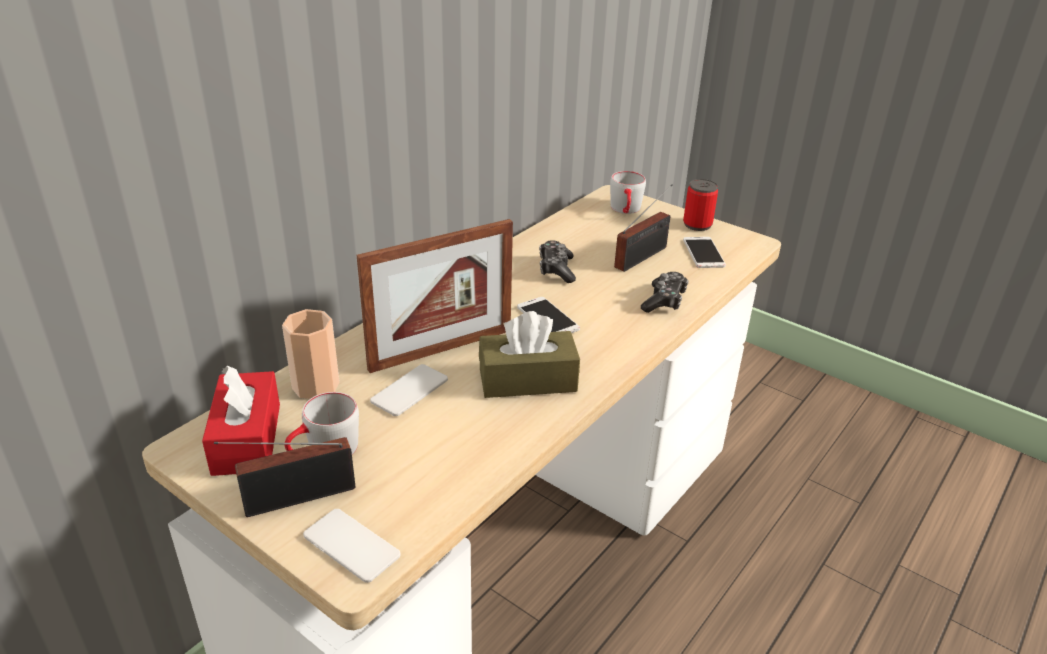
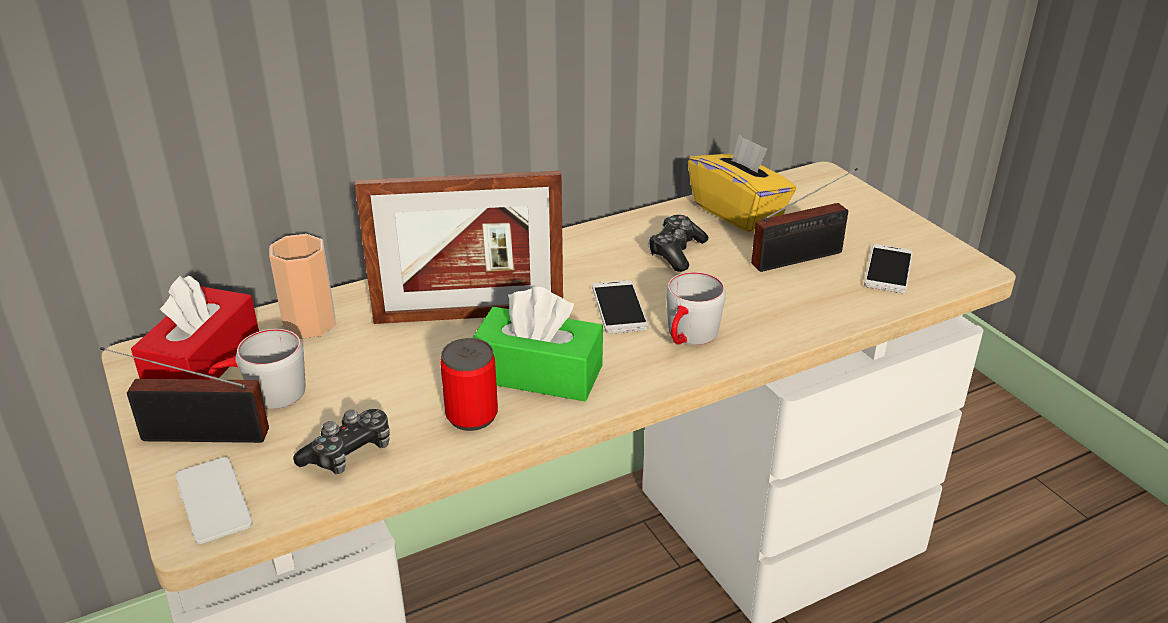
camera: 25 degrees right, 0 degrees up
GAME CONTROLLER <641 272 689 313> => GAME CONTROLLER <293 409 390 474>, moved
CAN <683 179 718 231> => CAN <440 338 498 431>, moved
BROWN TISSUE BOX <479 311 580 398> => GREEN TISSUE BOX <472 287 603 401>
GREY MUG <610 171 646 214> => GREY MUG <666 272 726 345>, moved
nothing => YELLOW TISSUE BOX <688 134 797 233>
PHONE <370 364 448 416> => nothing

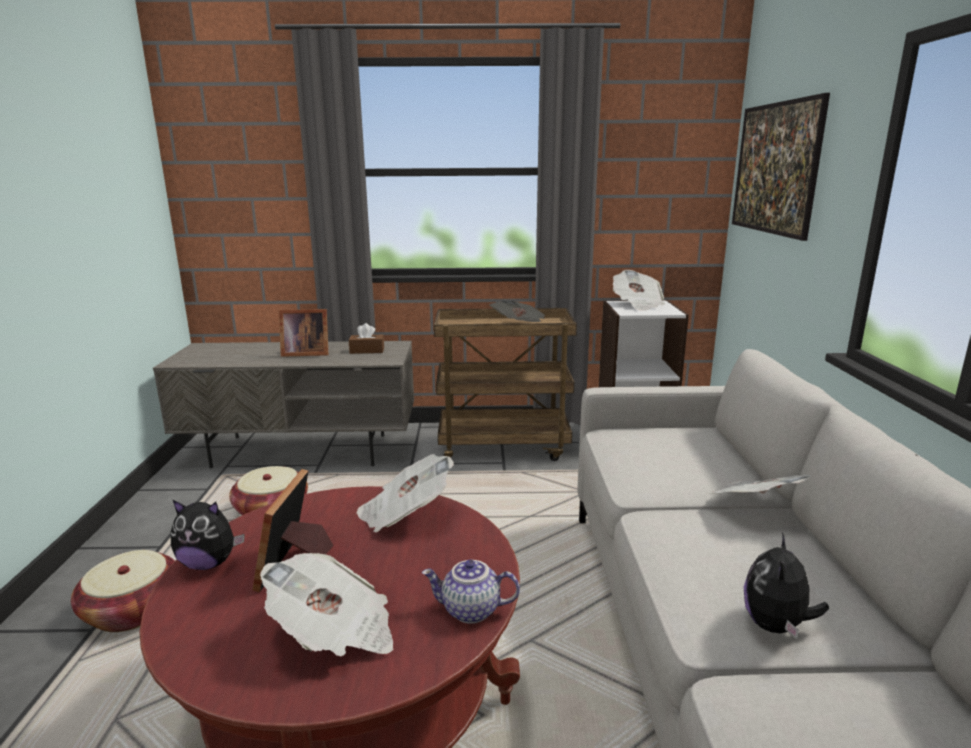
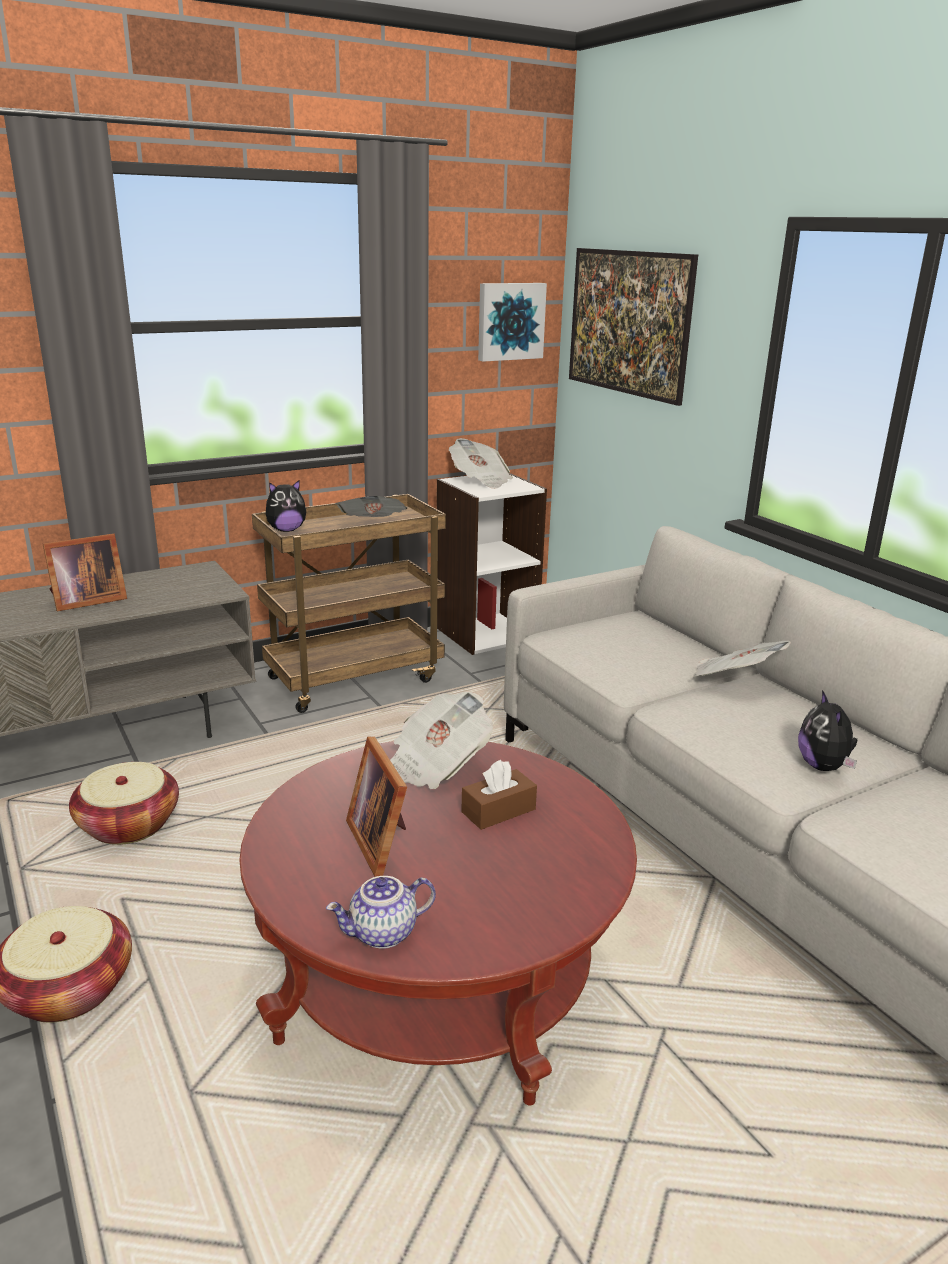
camera: 30 degrees left, 5 degrees up
PLUSH TOY <171 500 245 570> => PLUSH TOY <266 480 306 532>, moved
TEAPOT <422 560 520 624> => TEAPOT <326 876 436 949>, moved
BROWN TISSUE BOX <349 323 384 354> => BROWN TISSUE BOX <461 760 537 830>, moved
nothing => PICTURE <478 283 547 362>
NEWSPAPER <260 553 394 657> => nothing

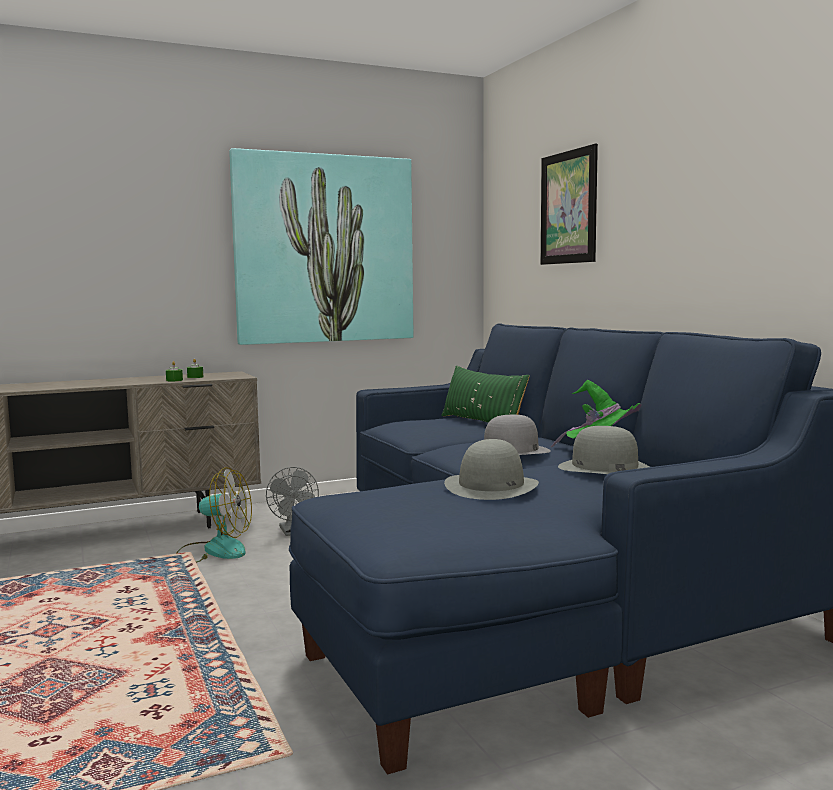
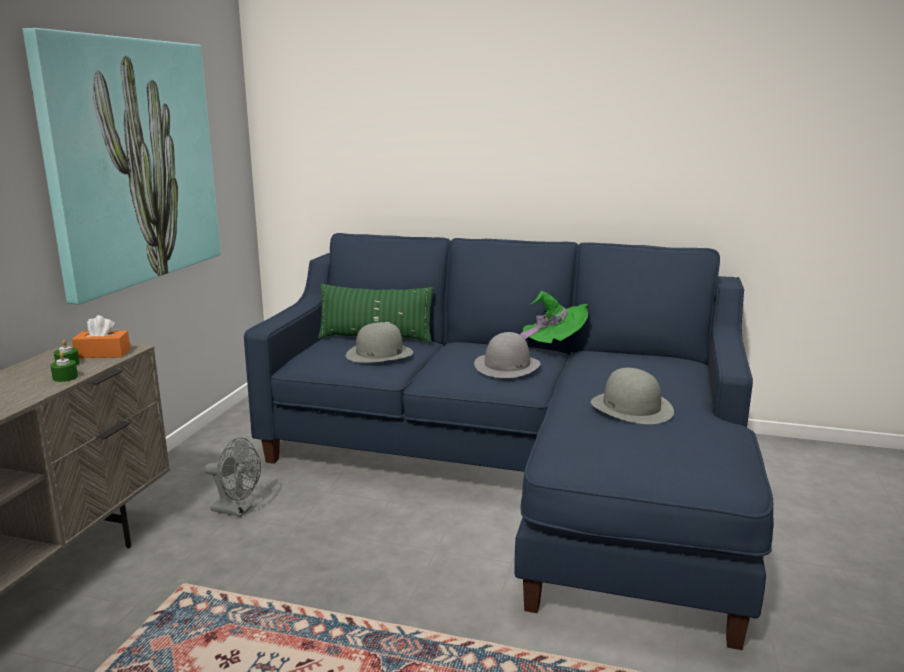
camera: 50 degrees left, 10 degrees up
nothing => ORANGE TISSUE BOX <72 315 130 358>
GREY HAT <558 426 649 474> => GREY HAT <346 322 413 363>, moved
FAN <176 467 252 563> => nothing
PICTURE <541 143 598 265> => nothing

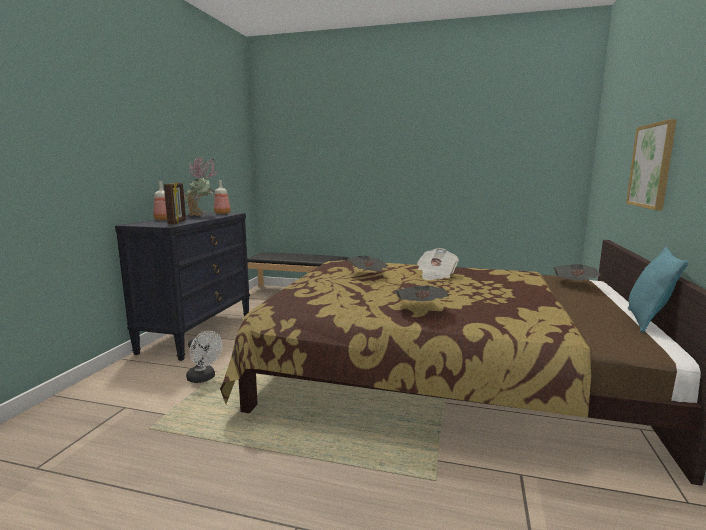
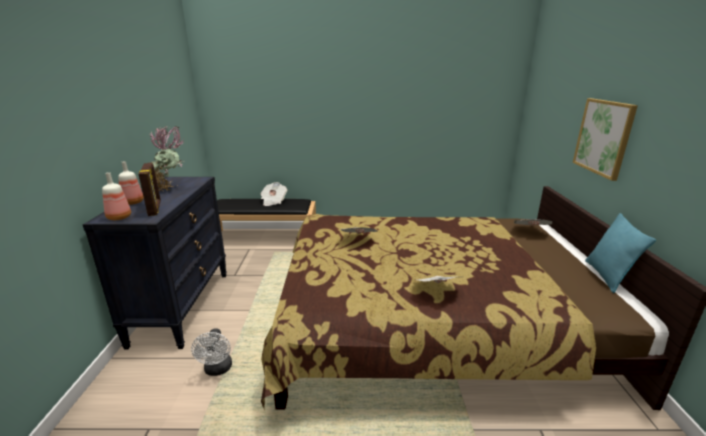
camera: 15 degrees left, 10 degrees up
BOTTLE <214 180 231 214> => BOTTLE <102 172 131 220>, moved
WHITE FAN <186 331 222 383> => WHITE FAN <191 328 232 376>, 60 degrees clockwise
NEWSPAPER <417 248 459 280> => NEWSPAPER <261 182 287 206>, moved

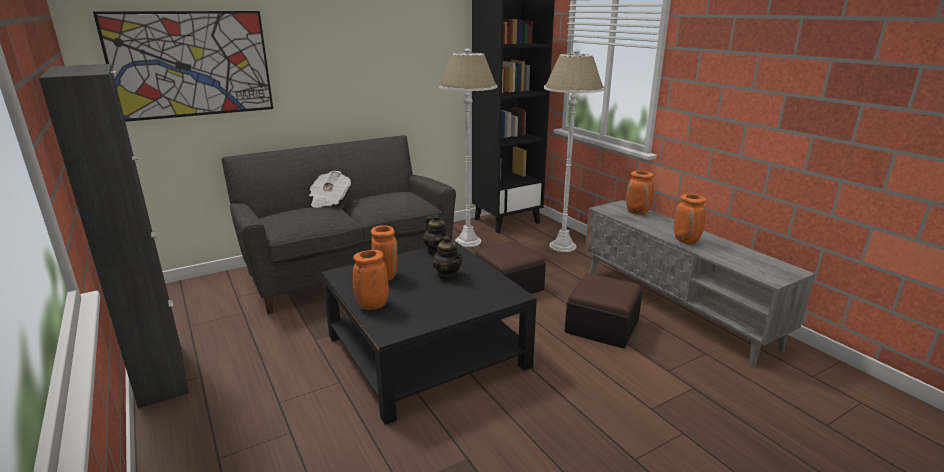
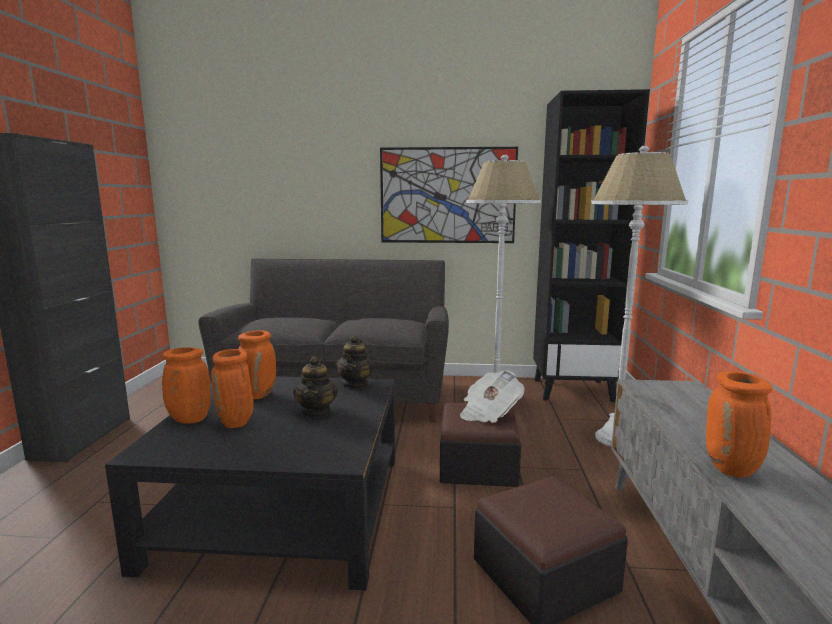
camera: 35 degrees right, 10 degrees down
ORANGE VASE <626 171 654 215> => ORANGE VASE <211 349 254 428>, moved
PICTURE <93 11 273 122> => PICTURE <380 147 518 243>, moved
NEWSPAPER <309 171 351 208> => NEWSPAPER <460 371 524 423>, moved

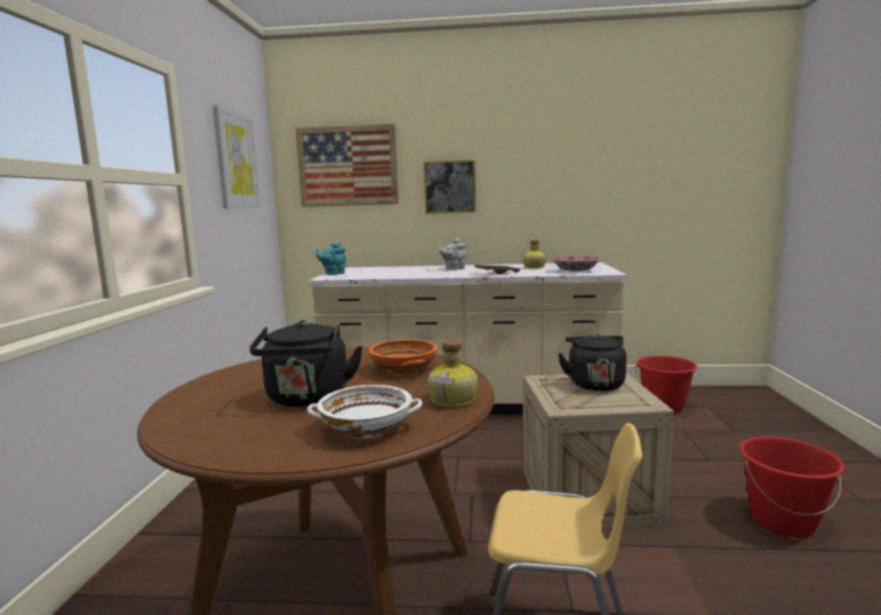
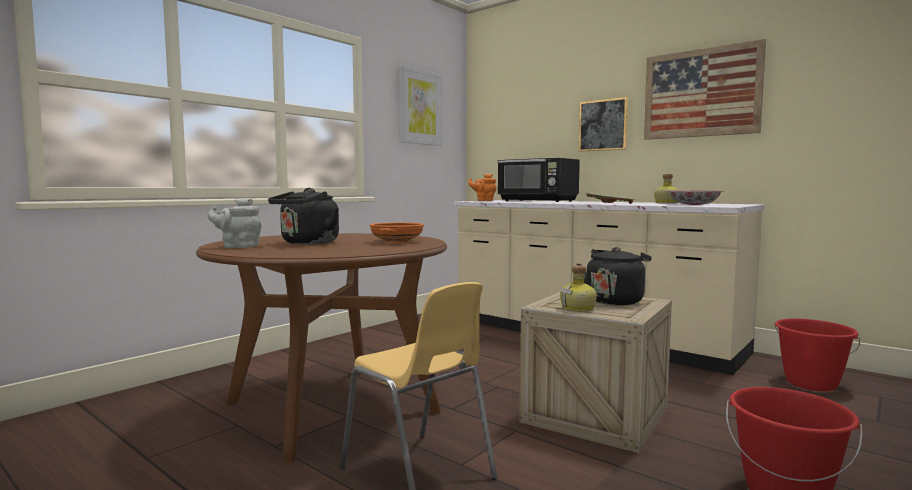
camera: 35 degrees right, 5 degrees down
GREY TEAPOT <439 238 467 270> => GREY TEAPOT <207 198 261 248>, moved
TURQUOISE TEAPOT <316 243 346 275> => ORANGE TEAPOT <468 174 496 201>
nothing => BLACK MICROWAVE <497 158 580 202>
BOTTLE <428 339 478 407> => BOTTLE <560 265 597 312>, moved
PICTURE <296 123 399 207> => PICTURE <644 39 766 140>, moved
WHITE BOWL <307 385 423 438> => nothing

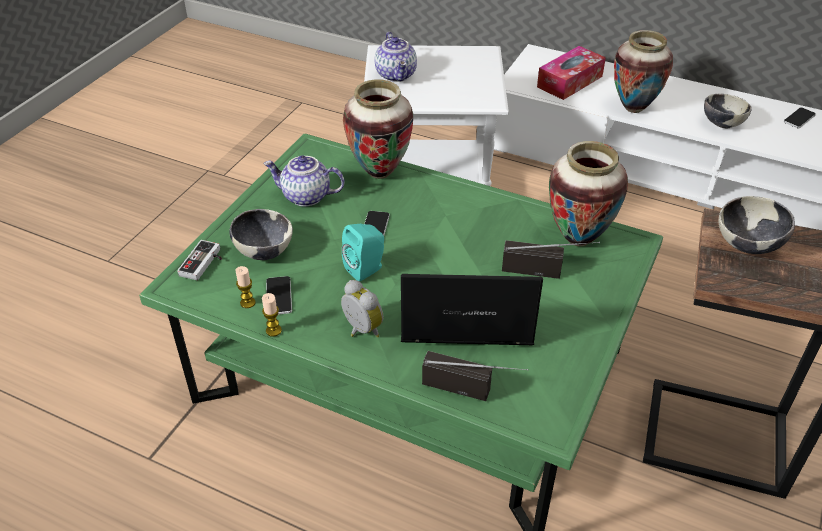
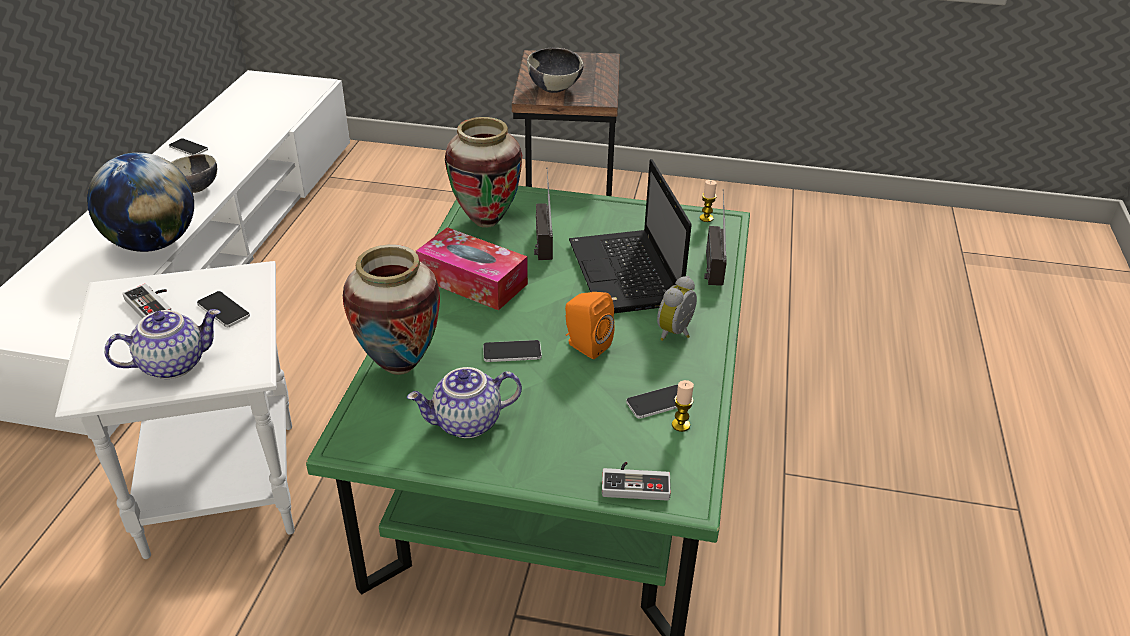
camera: 105 degrees left, 5 degrees down
VASE <614 30 673 113> => GLOBE <87 152 194 252>
nothing => GAME CONTROLLER <122 284 171 318>
nothing => PHONE <197 291 250 327>
TEAPOT <263 155 345 207> => TEAPOT <407 367 522 438>, 75 degrees clockwise
TISSUE BOX <537 46 606 100> => TISSUE BOX <416 227 528 311>, moved
TURQUOISE SPEAKER <342 224 384 282> => ORANGE SPEAKER <565 292 615 359>
CANDLE <262 293 282 337> => CANDLE <700 180 717 222>, moved
BOWL <229 209 293 260> => nothing

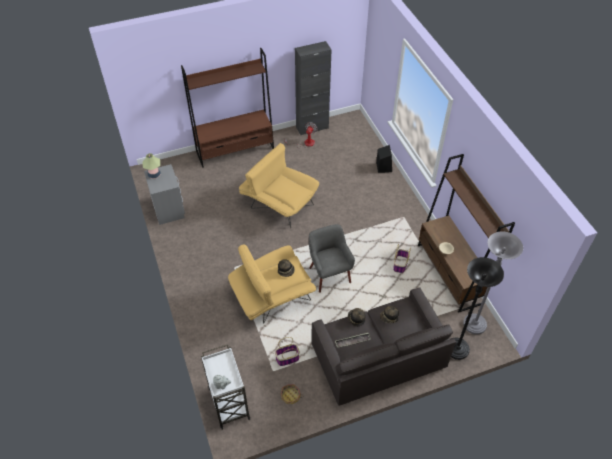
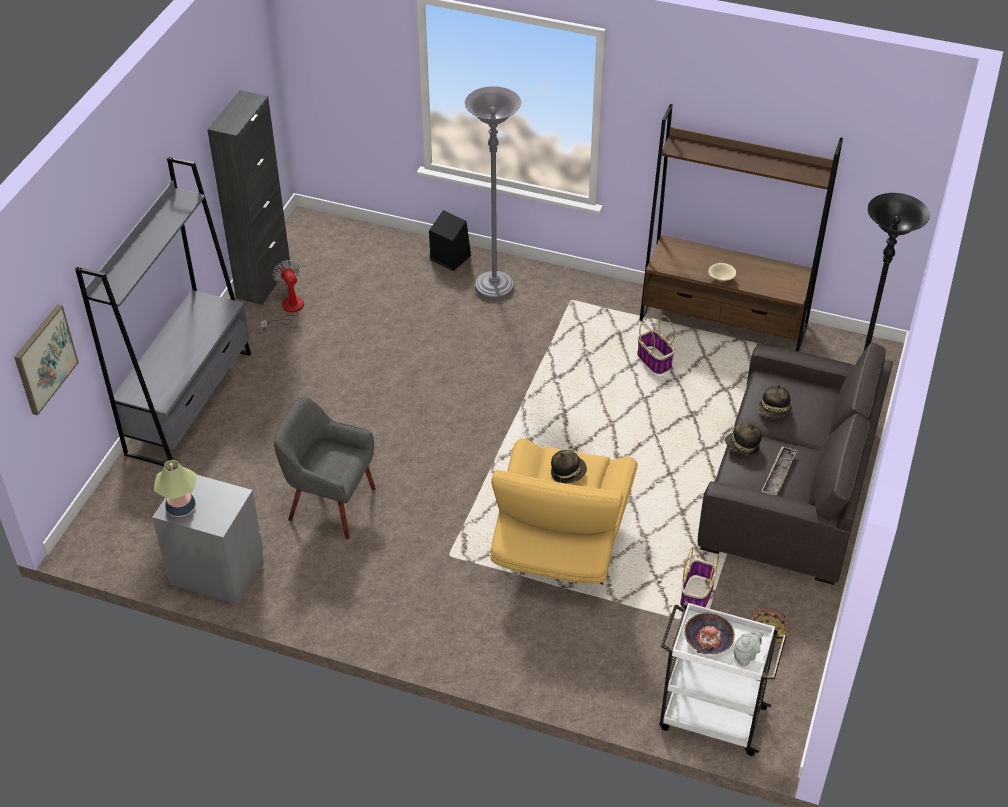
camera: 50 degrees left, 5 degrees down
nothing => PICTURE <14 304 79 416>
BROWN BOOKCASE <181 48 274 168> => GREY BOOKCASE <75 157 251 469>
GREY ARMCHAIR <309 224 355 293> => GREY ARMCHAIR <274 397 376 539>, moved
GREY FLOOR LAMP <463 232 523 335> => GREY FLOOR LAMP <465 86 521 300>, moved
nothing => BOWL <684 613 735 655>
YELLOW ARMCHAIR <239 143 319 228> => nothing

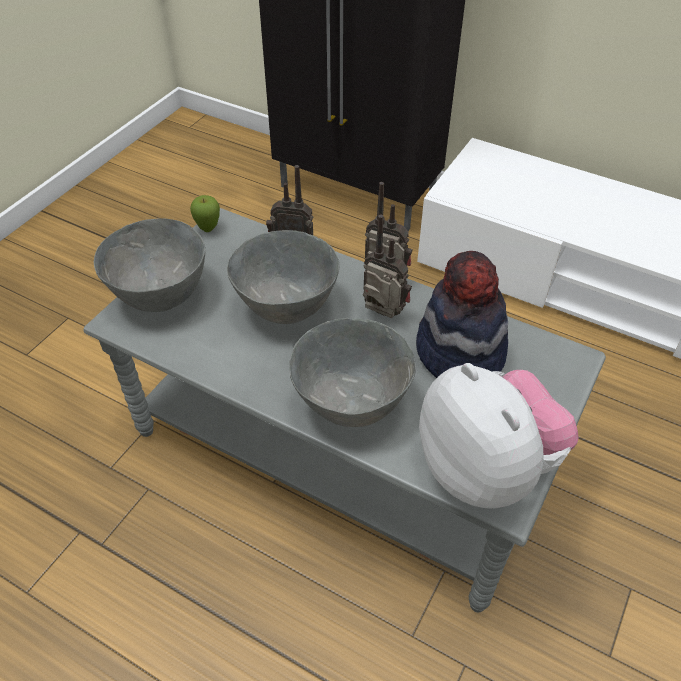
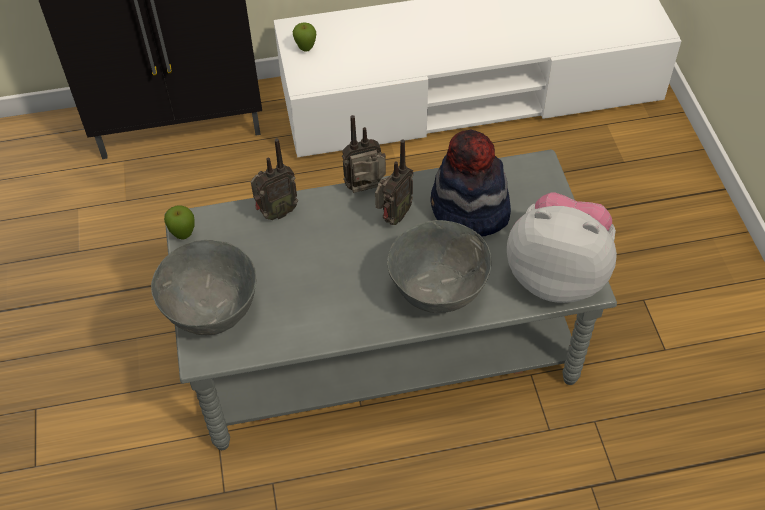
camera: 40 degrees left, 5 degrees up
nothing => APPLE <293 23 316 52>
RADIO <363 214 412 318> => RADIO <375 139 413 225>, 135 degrees clockwise
GREY BOWL <227 230 339 324> => nothing

